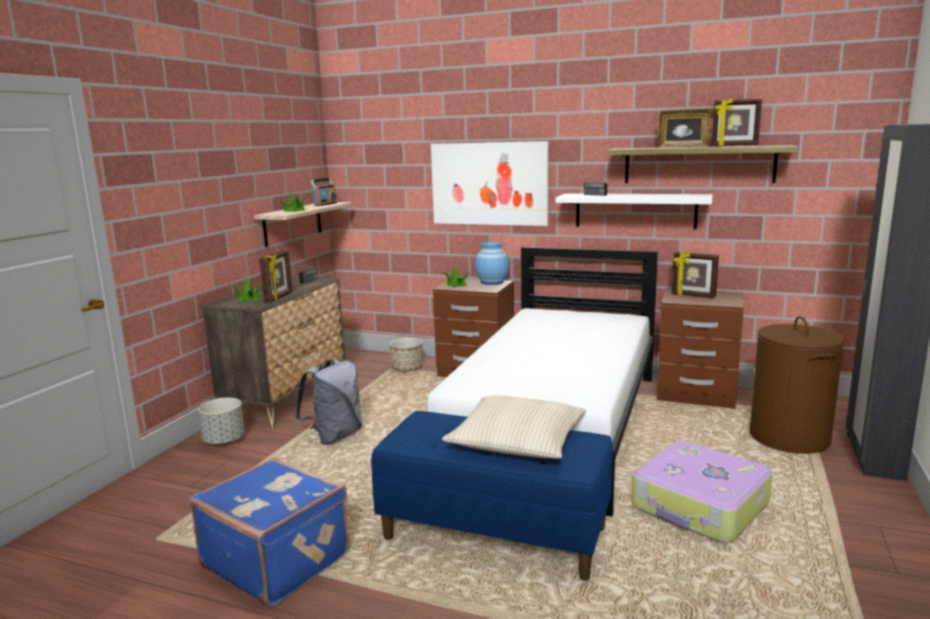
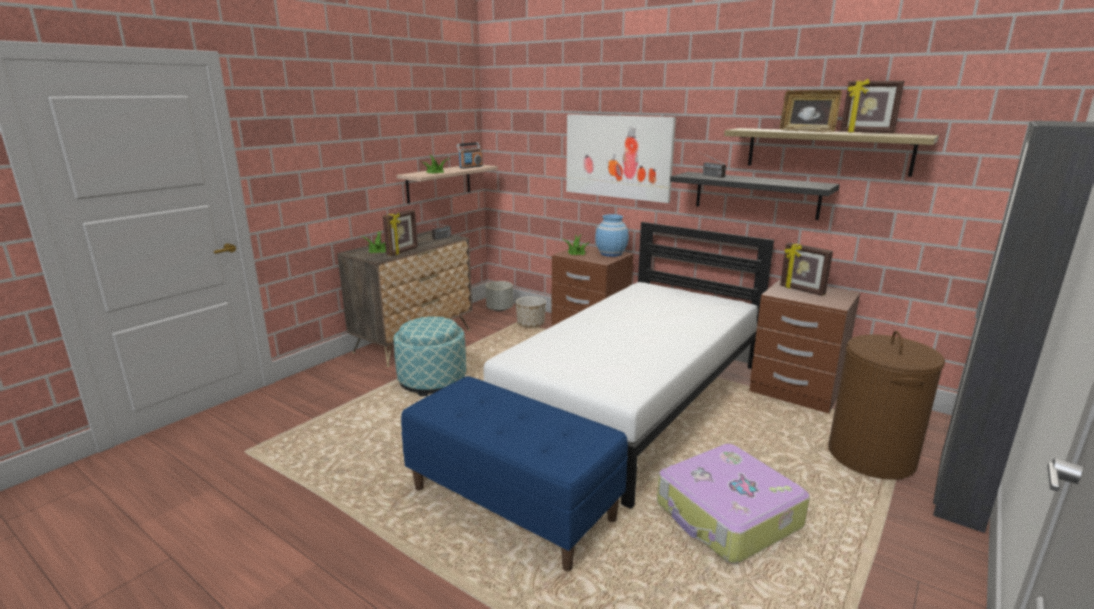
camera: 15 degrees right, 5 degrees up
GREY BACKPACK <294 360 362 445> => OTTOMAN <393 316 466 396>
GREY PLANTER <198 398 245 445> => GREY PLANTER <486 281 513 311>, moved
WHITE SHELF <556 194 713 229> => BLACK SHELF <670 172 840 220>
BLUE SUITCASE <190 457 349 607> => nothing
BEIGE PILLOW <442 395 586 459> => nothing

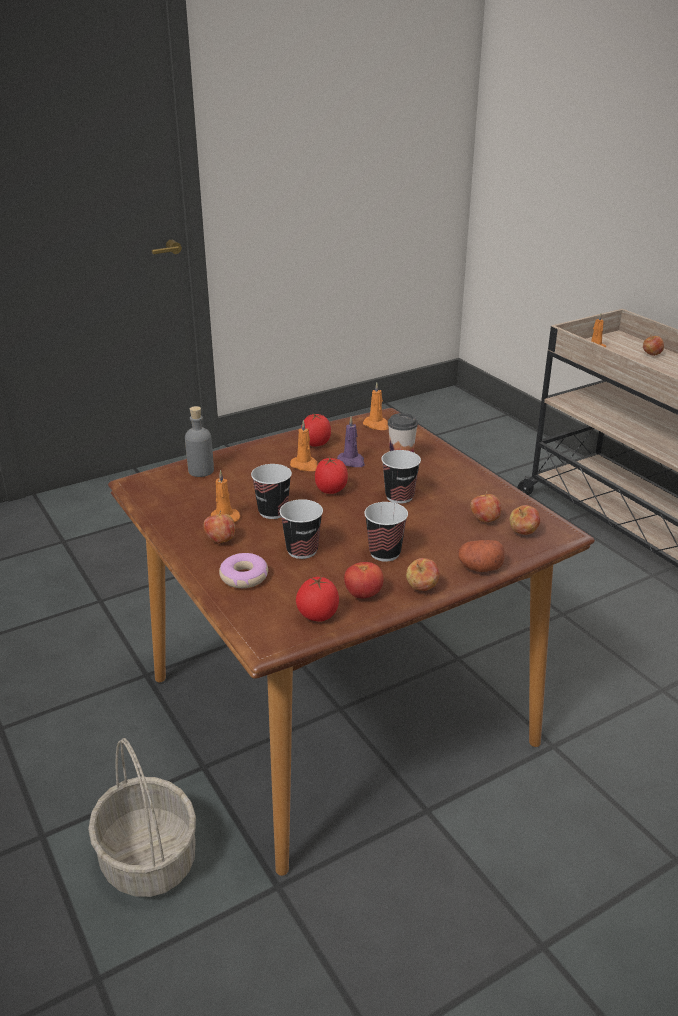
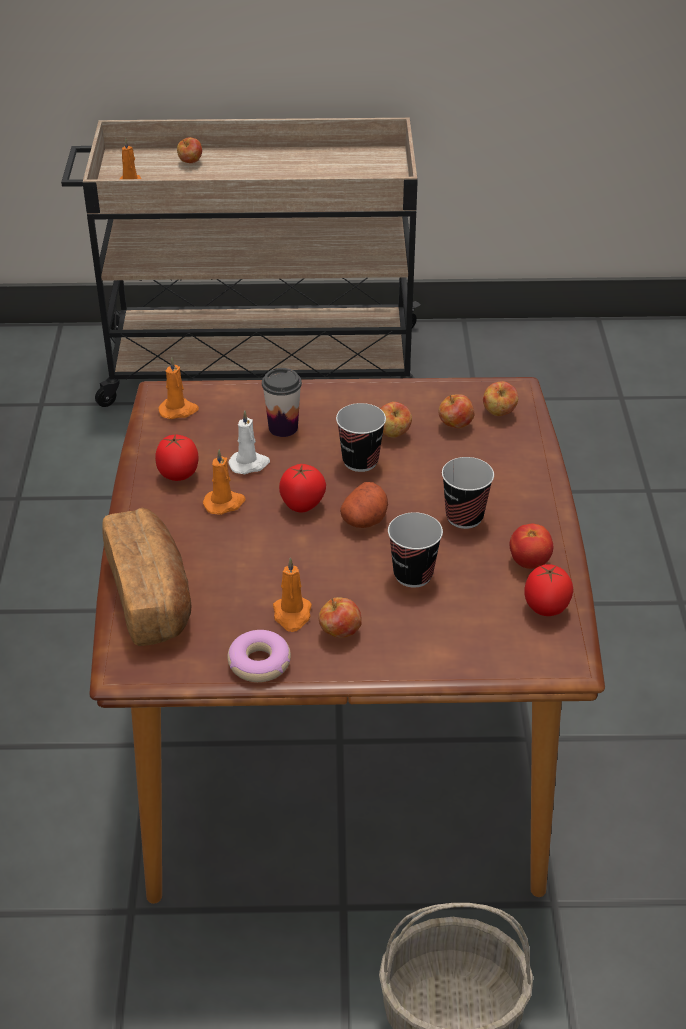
camera: 60 degrees left, 10 degrees up
GREY BOTTLE <185 406 214 477> => BREAD <102 508 191 646>
DONUT <219 553 268 588> => DONUT <227 630 291 682>, moved
PURPLE CANDLE <337 416 365 467> => WHITE CANDLE <228 410 270 474>
POTATO <458 540 505 572> => POTATO <340 482 388 528>, moved
APPLE <406 558 440 591> => APPLE <380 402 412 438>, moved
CUP <251 464 292 519> => nothing

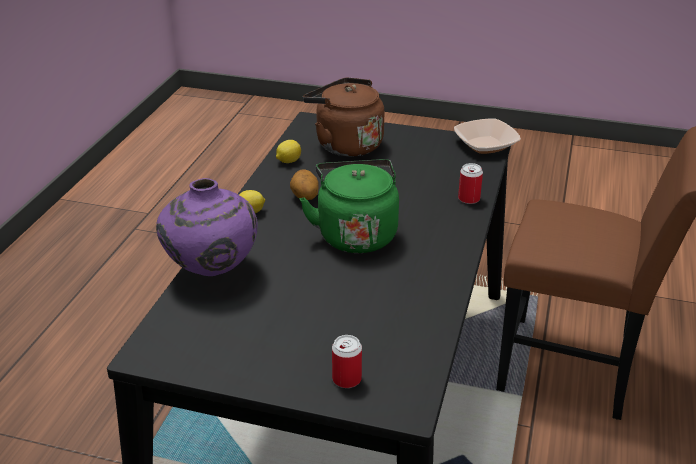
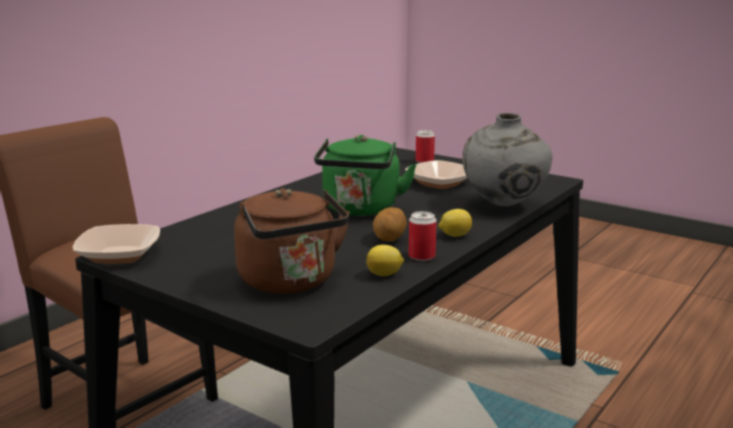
camera: 160 degrees left, 15 degrees down
nothing => BOWL <405 160 467 189>
CAN <458 163 483 204> => CAN <409 211 437 261>, moved
PURPLE VASE <156 178 257 276> => GREY VASE <462 113 553 206>

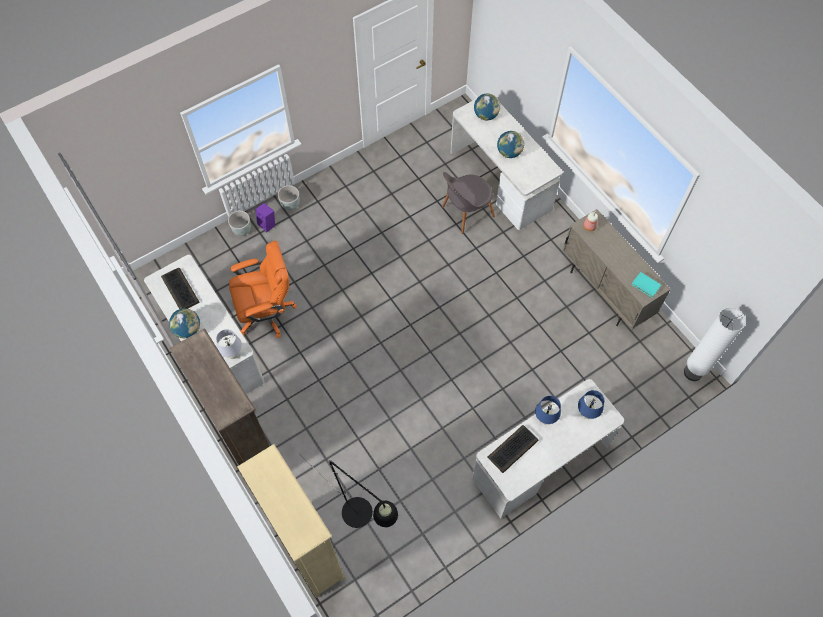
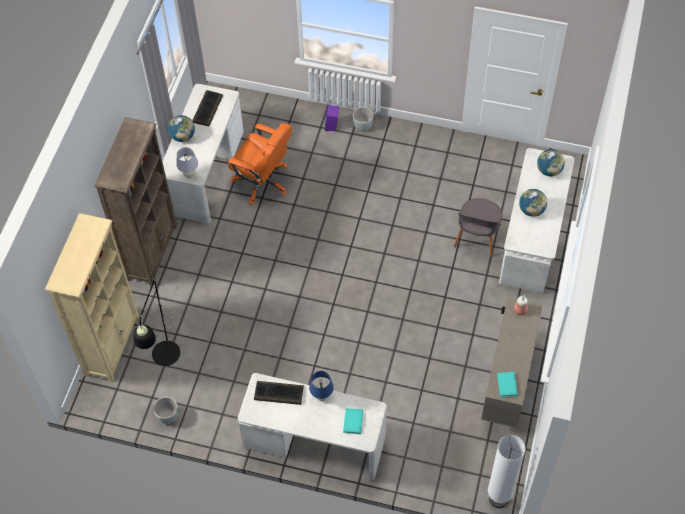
camera: 50 degrees right, 5 degrees down
GREY PLANTER <228 211 251 236> => GREY PLANTER <153 397 178 424>, moved
BLUE TABLE LAMP <578 390 604 419> => TURQUOISE BOOK <343 408 363 434>
GREY CHAIR <442 172 495 234> => GREY CHAIR <453 198 502 257>, 90 degrees counterclockwise

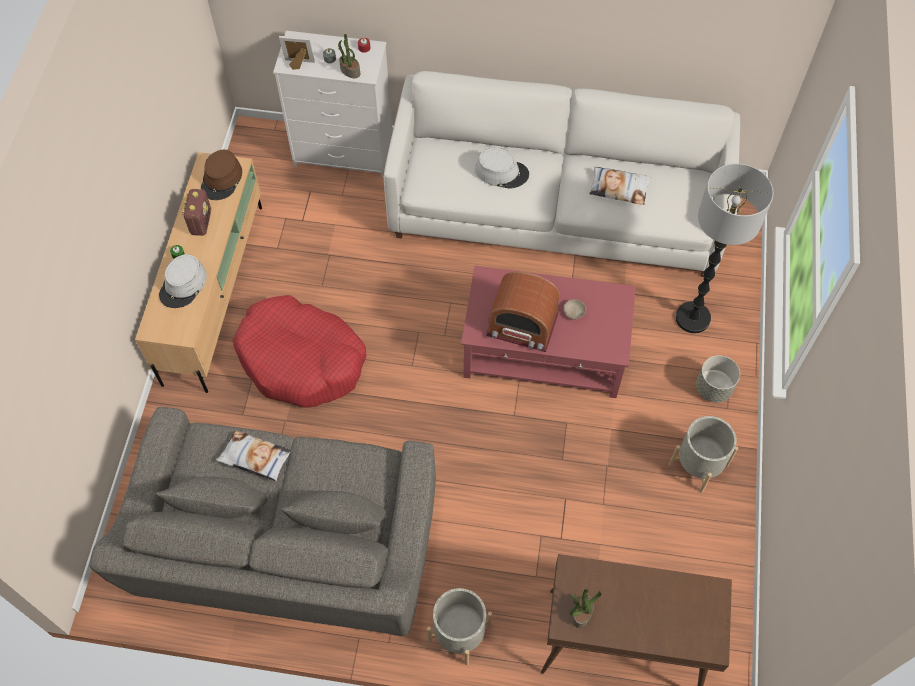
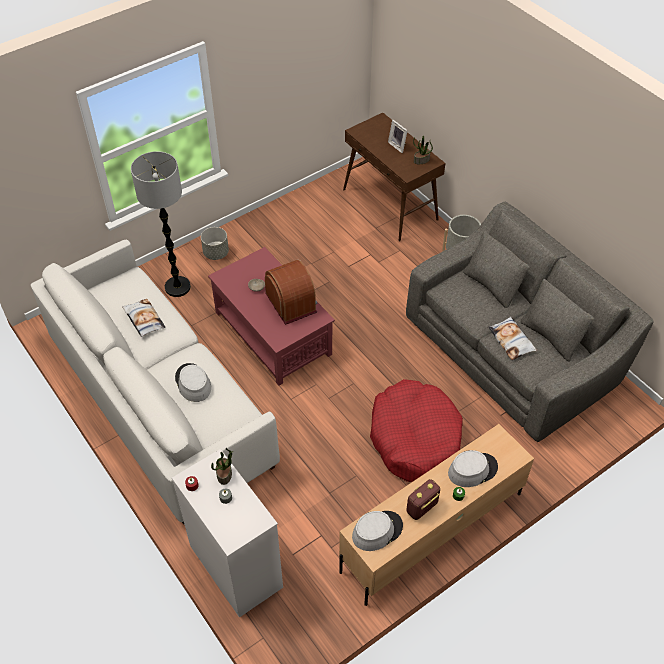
camera: 135 degrees left, 10 degrees down
BROWN HAT <201 150 242 200> => GREY HAT <352 511 403 551>
PICTURE FRAME <279 36 315 70> => PICTURE FRAME <388 120 408 153>, moved
GREY PLANTER <669 416 738 493> => nothing

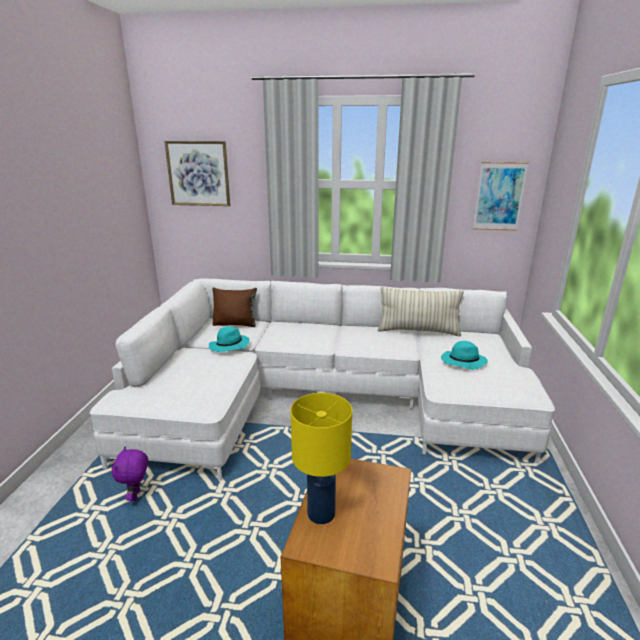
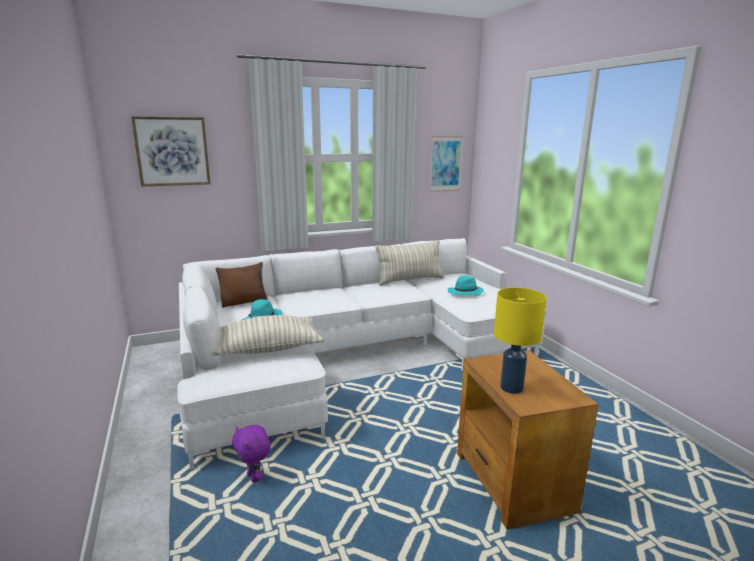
camera: 30 degrees left, 5 degrees down
nothing => PILLOW <212 315 324 356>

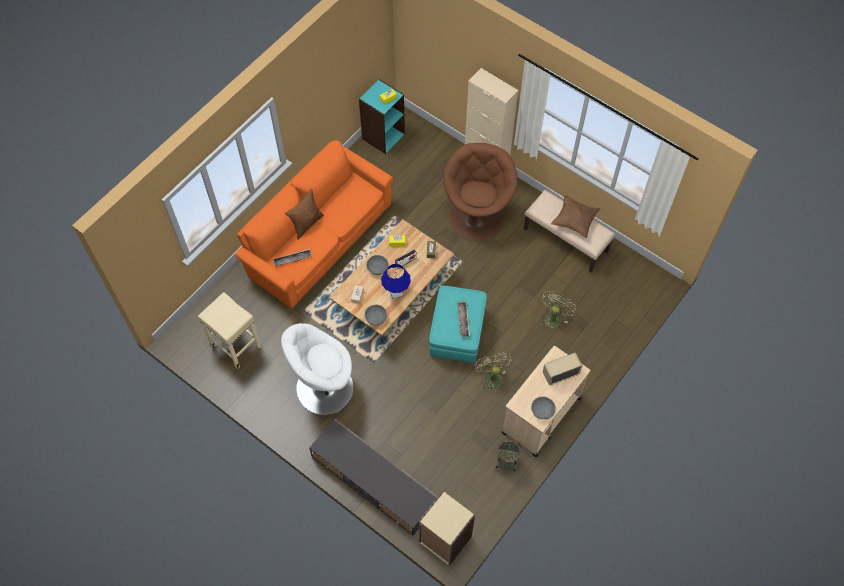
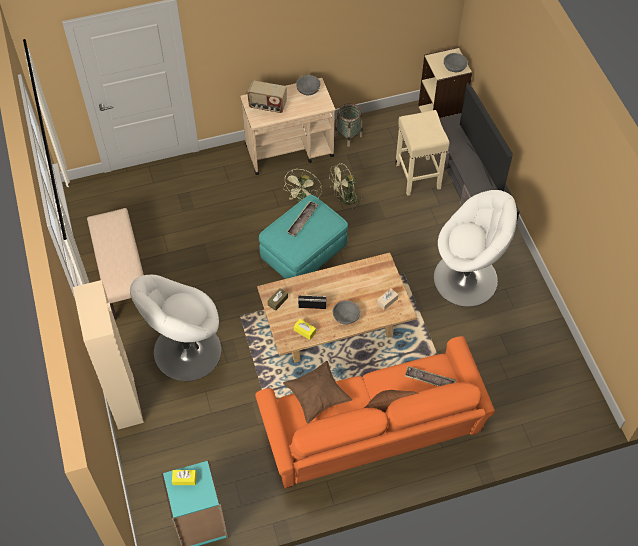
camera: 145 degrees left, 5 degrees down
BROWN ARMCHAIR <443 143 518 242> => WHITE ARMCHAIR <130 275 221 381>
BROWN PILLOW <551 195 600 238> => BROWN PILLOW <283 361 352 424>, moved
GREEN FAN <539 291 576 328> => GREEN FAN <329 163 364 209>, moved
BEIGE STOOL <198 292 261 369> => BEIGE STOOL <395 110 450 196>, moved
GREY BOWL <365 305 387 326> => GREY BOWL <444 53 468 72>, moved
nothing => TELEVISION <460 82 513 191>
BLUE TABLE LAMP <381 264 411 299> => nothing

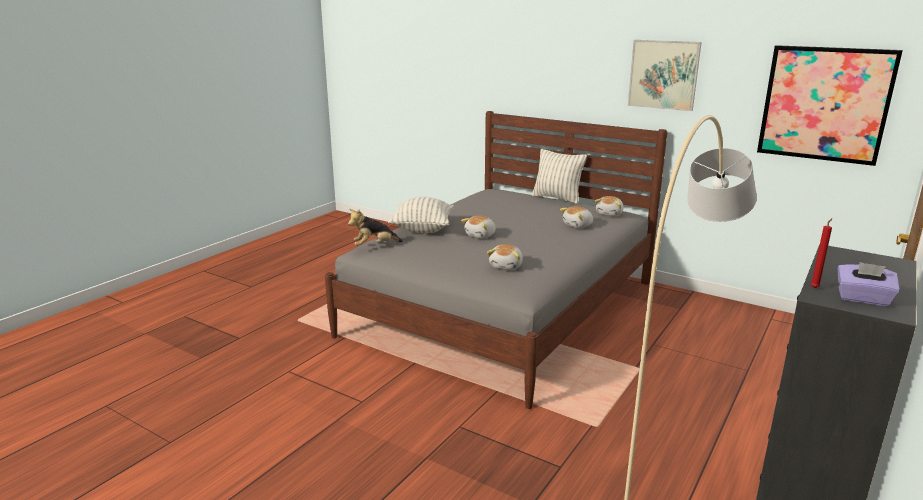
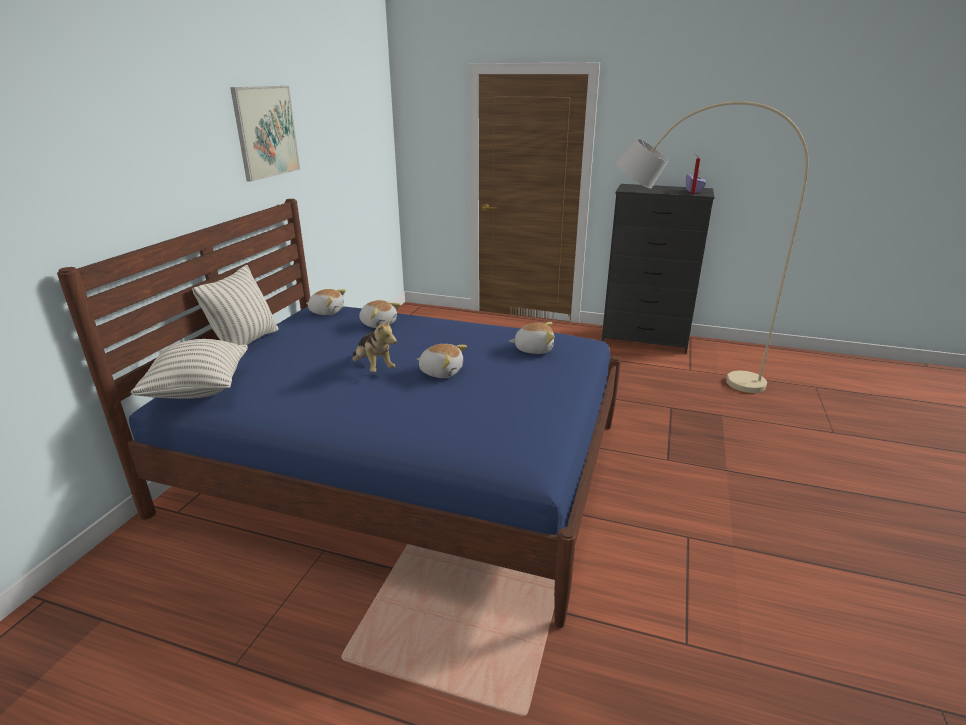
camera: 105 degrees left, 5 degrees up
GREY BED <325 111 668 409> => BLUE BED <57 199 621 628>
PILLOW <388 197 454 233> => PILLOW <130 339 248 399>, moved
PLUSH TOY <348 209 403 246> => PLUSH TOY <352 318 397 372>, moved
PICTURE <757 45 903 166> => nothing

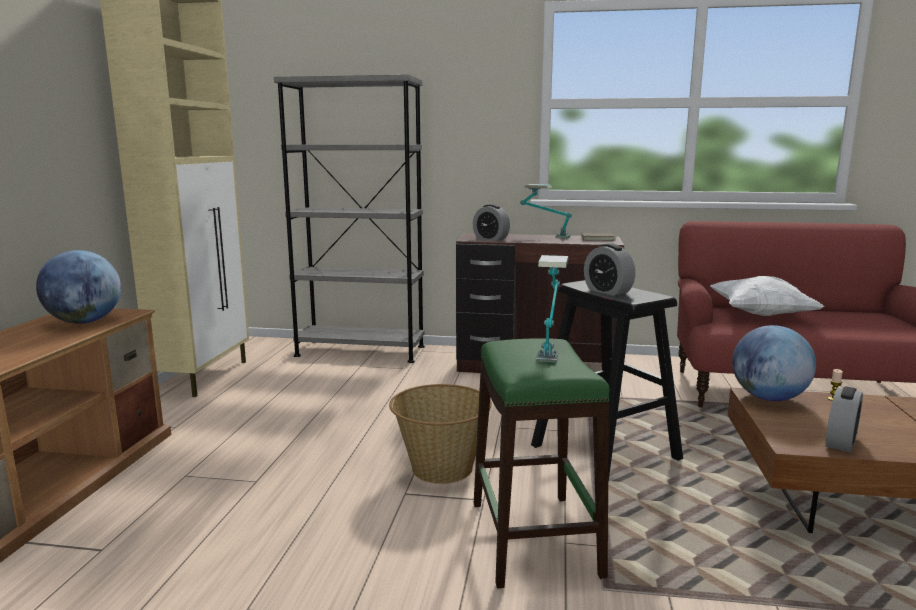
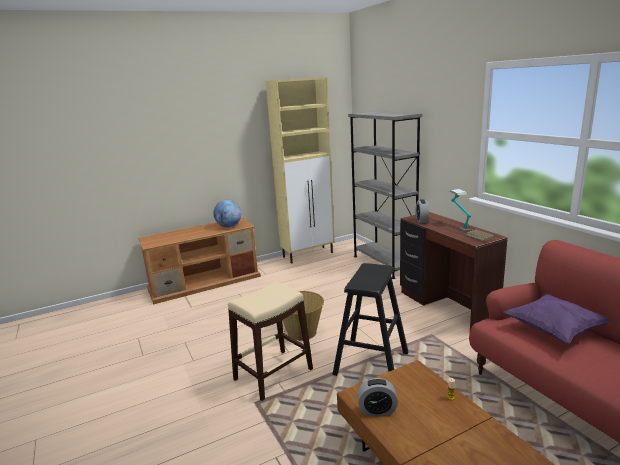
camera: 55 degrees right, 5 degrees up
GREEN STOOL <474 338 609 588> => BEIGE STOOL <228 282 313 401>
WHITE PILLOW <710 276 824 316> => PURPLE PILLOW <504 294 610 344>
TABLE LAMP <536 255 568 363> => nothing
ALARM CLOCK <584 243 635 296> => nothing
GLOBE <732 325 816 401> => nothing

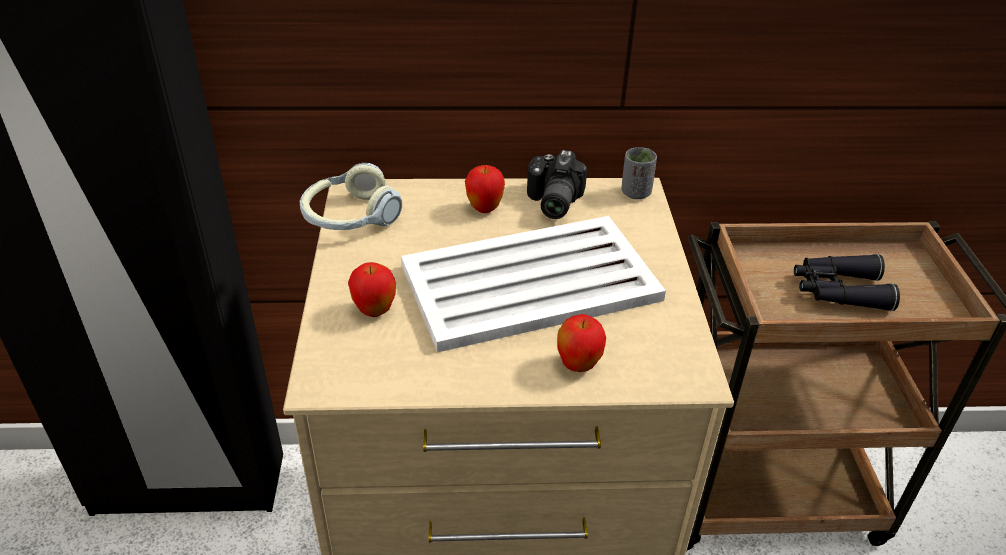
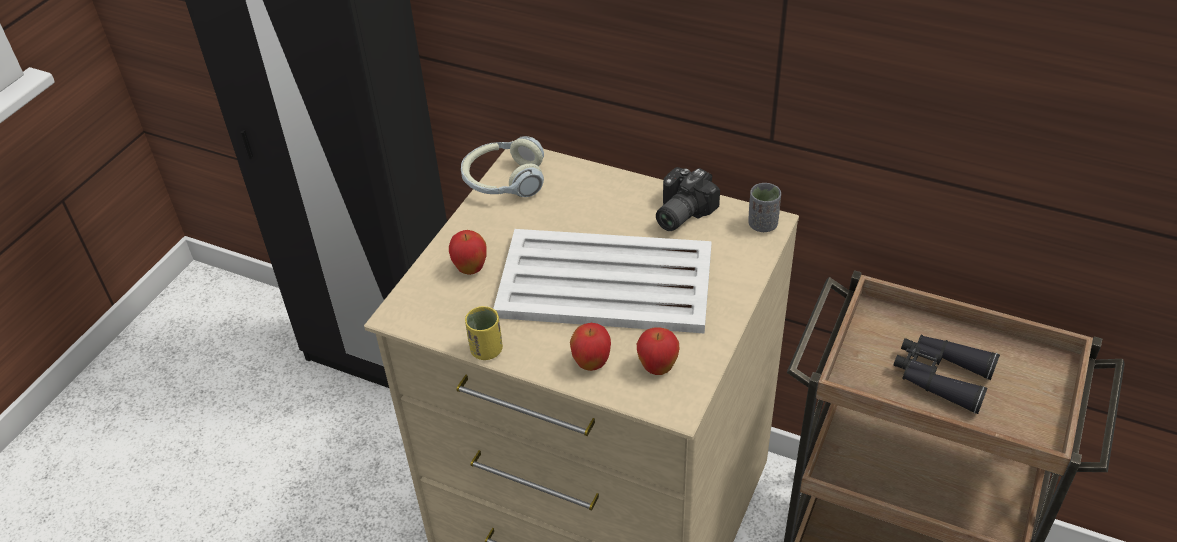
camera: 30 degrees right, 5 degrees up
nothing => YELLOW CUP <465 306 503 360>
APPLE <465 165 505 213> => APPLE <637 327 680 375>, moved

